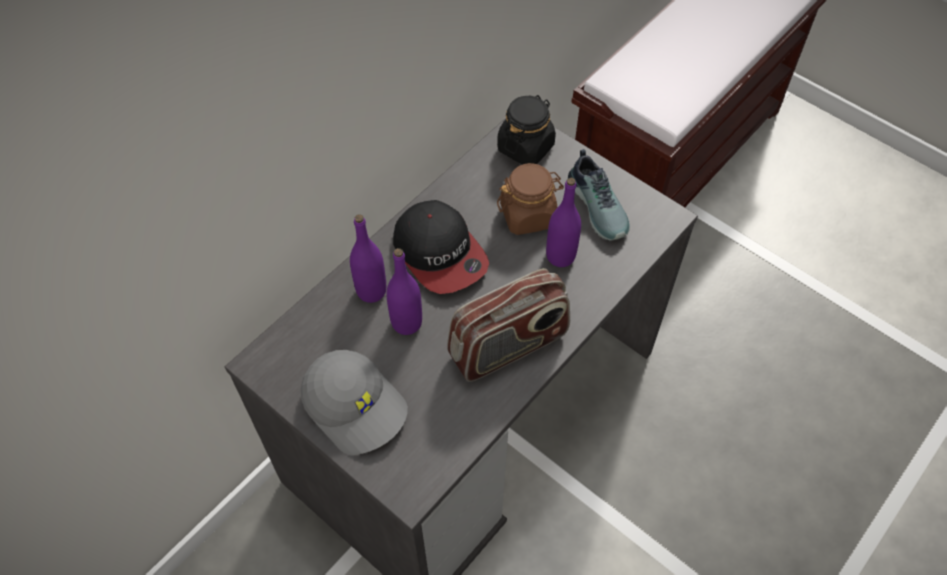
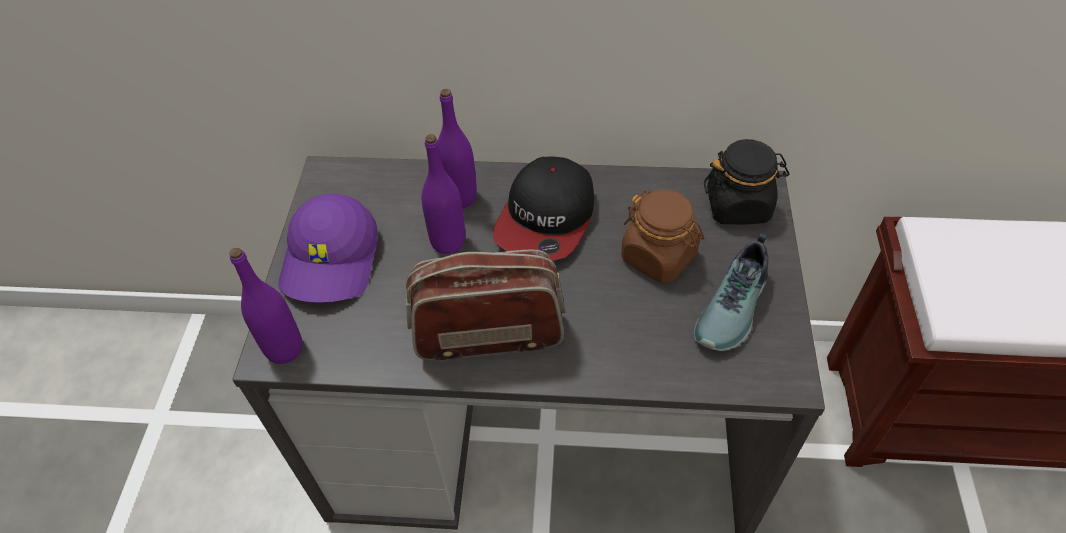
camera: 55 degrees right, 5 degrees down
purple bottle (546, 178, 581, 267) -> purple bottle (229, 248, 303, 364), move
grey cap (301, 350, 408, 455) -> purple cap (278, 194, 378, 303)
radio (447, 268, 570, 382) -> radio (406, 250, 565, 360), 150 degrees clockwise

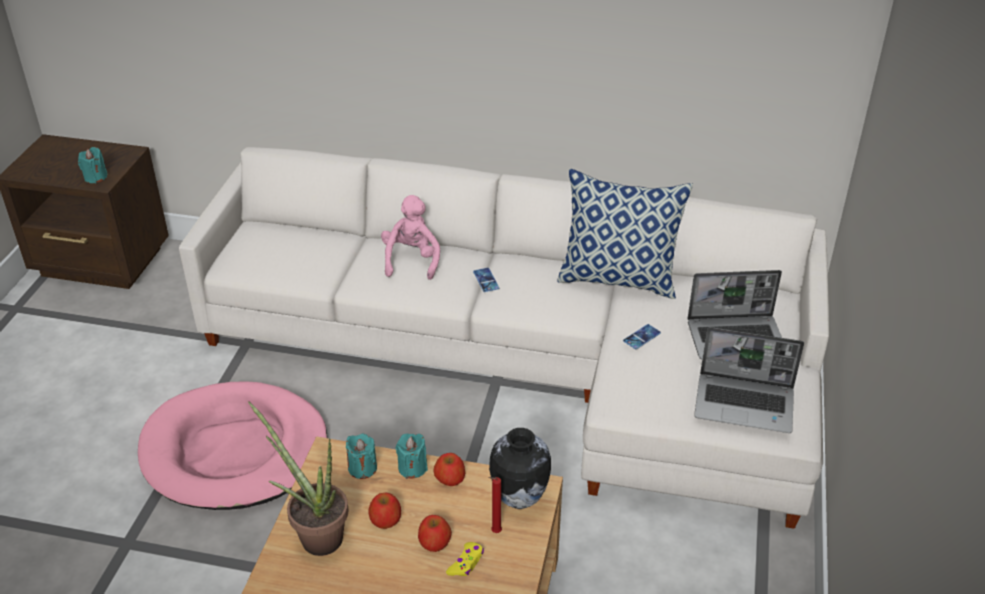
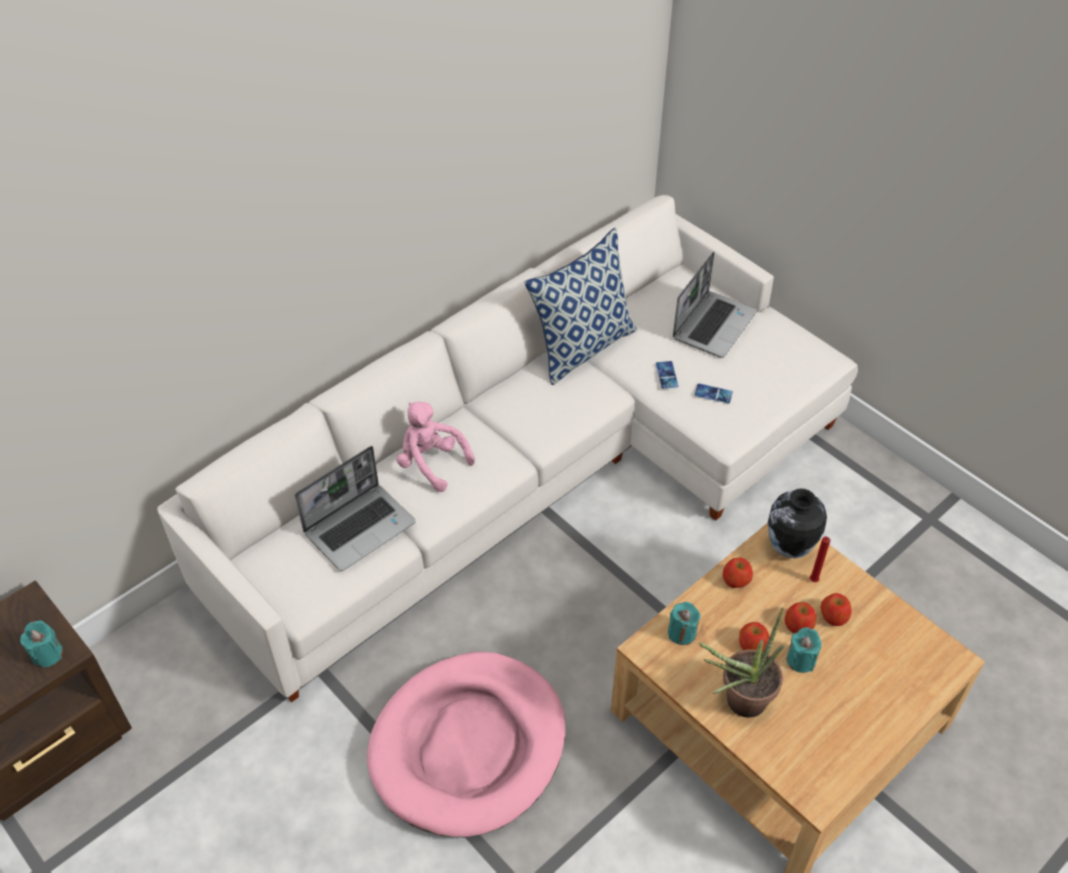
camera: 55 degrees left, 10 degrees up
laptop (694, 327, 804, 433) -> laptop (295, 446, 416, 571), move
phone (473, 268, 499, 292) -> phone (694, 383, 733, 404), move
turquoise candle (396, 433, 428, 479) -> turquoise candle (787, 627, 822, 673), move
yellow game controller (446, 542, 484, 576) -> apple (820, 593, 852, 626)

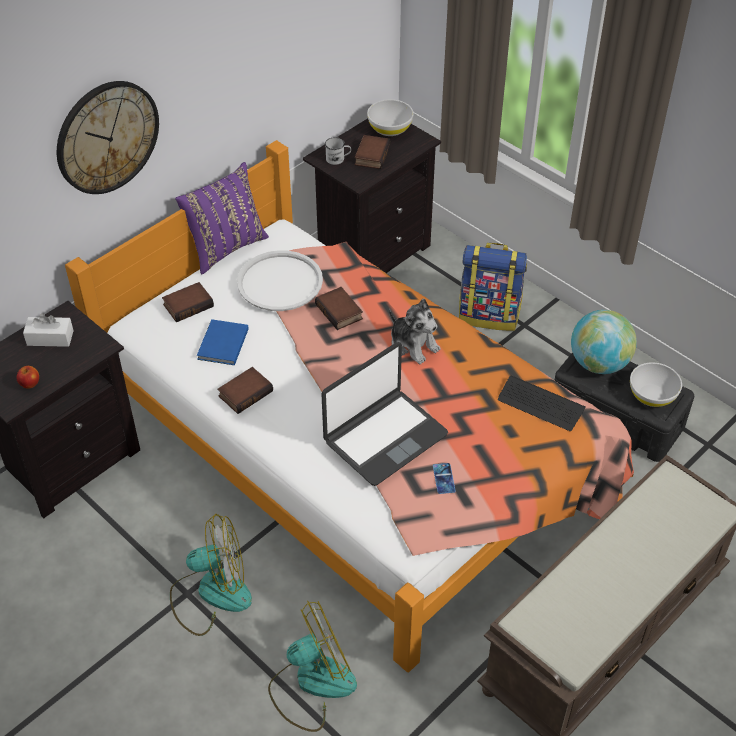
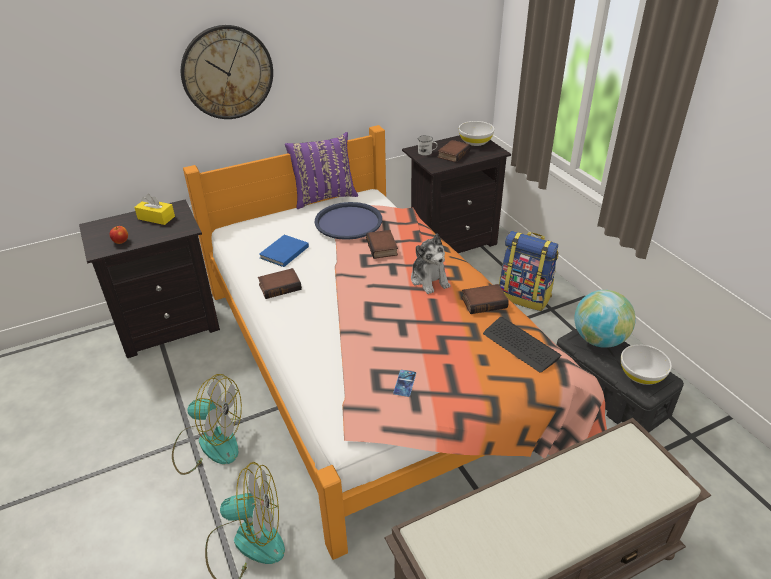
camera: 20 degrees right, 10 degrees down
white tissue box (23, 314, 74, 347) -> yellow tissue box (134, 194, 175, 225)
white tray (237, 250, 323, 311) -> blue tray (315, 202, 382, 240)
book (162, 282, 214, 322) -> book (462, 284, 509, 314), move
laptop (321, 342, 448, 486) -> none

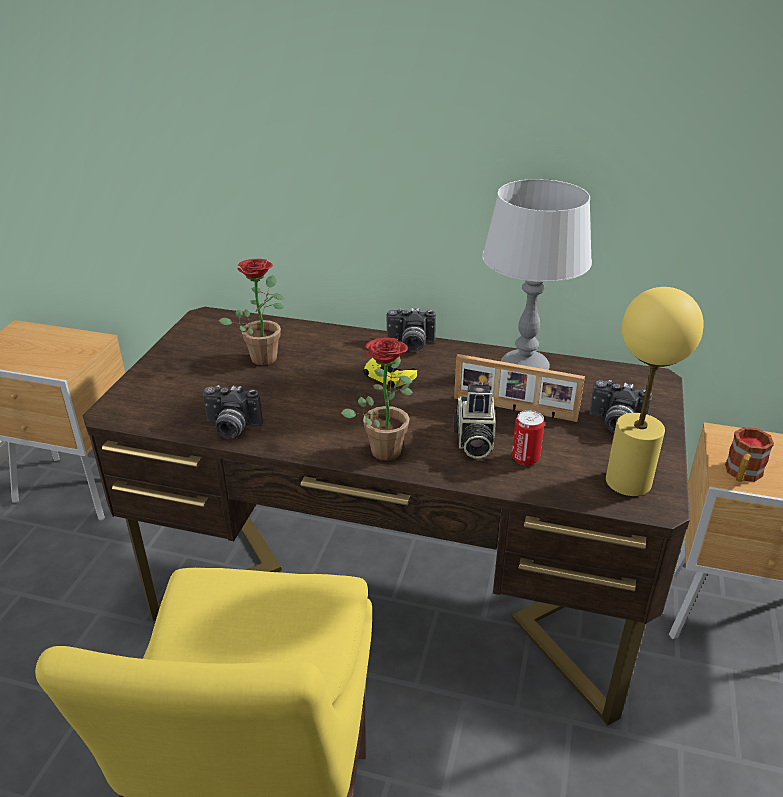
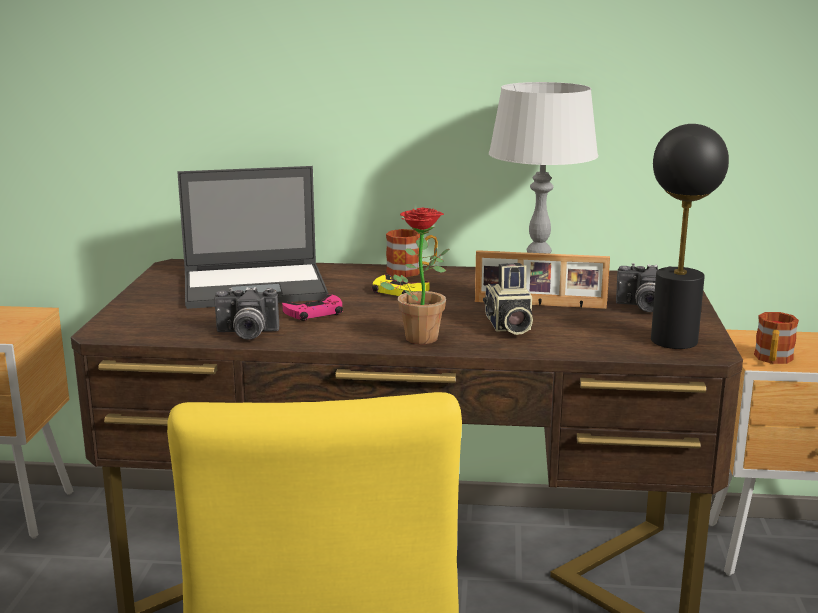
camera: 10 degrees left, 15 degrees down
potted plant (219, 259, 284, 365) -> laptop (177, 166, 329, 309)
none -> pink game controller (282, 295, 343, 321)
photo camera (386, 308, 436, 352) -> mug (386, 229, 438, 277)
yellow table lamp (606, 287, 704, 496) -> black table lamp (651, 124, 729, 349)
can (512, 410, 545, 466) -> none

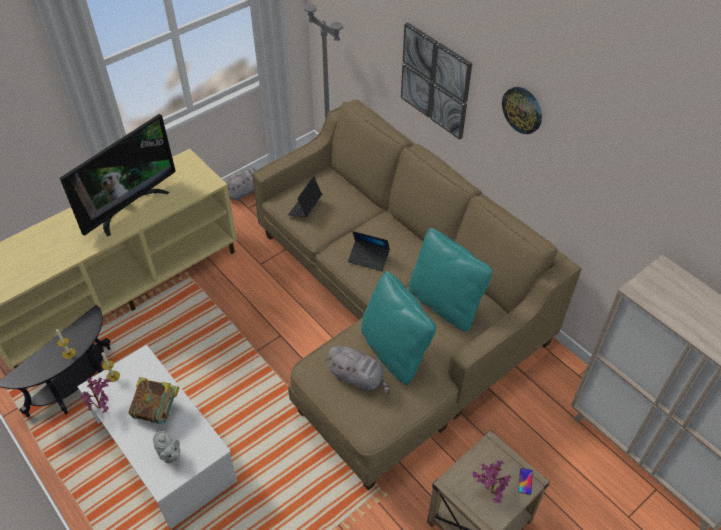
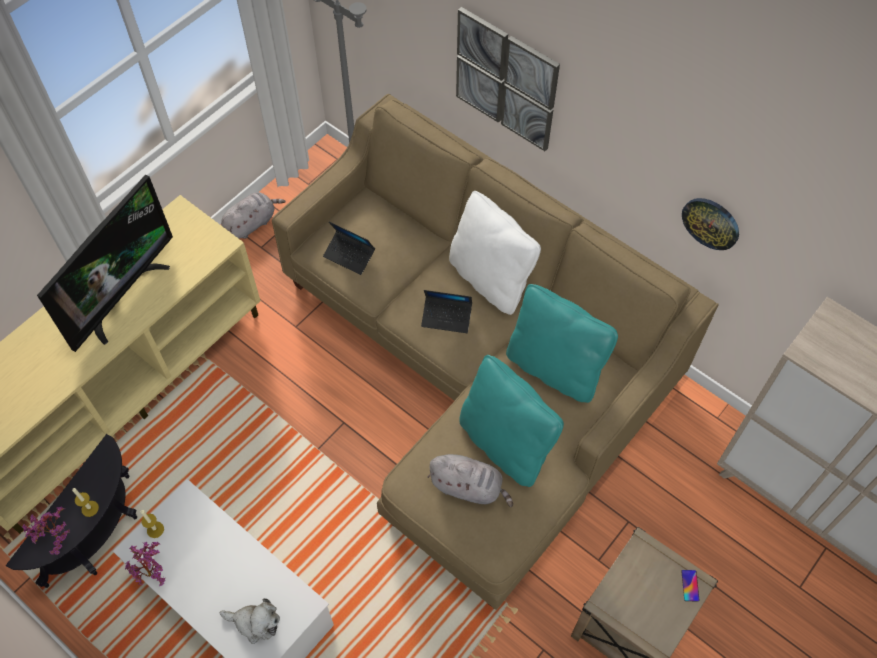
camera: 10 degrees left, 10 degrees up
potted plant (473, 460, 511, 503) -> potted plant (22, 506, 70, 555), move
grey teapot (153, 431, 180, 463) -> plush toy (220, 598, 280, 644)
laptop (288, 176, 322, 217) -> laptop (323, 222, 375, 275), 75 degrees counterclockwise
none -> white pillow (449, 191, 541, 315)
wall clock (502, 87, 542, 134) -> wall clock (682, 198, 739, 250), move
book (129, 377, 180, 424) -> none

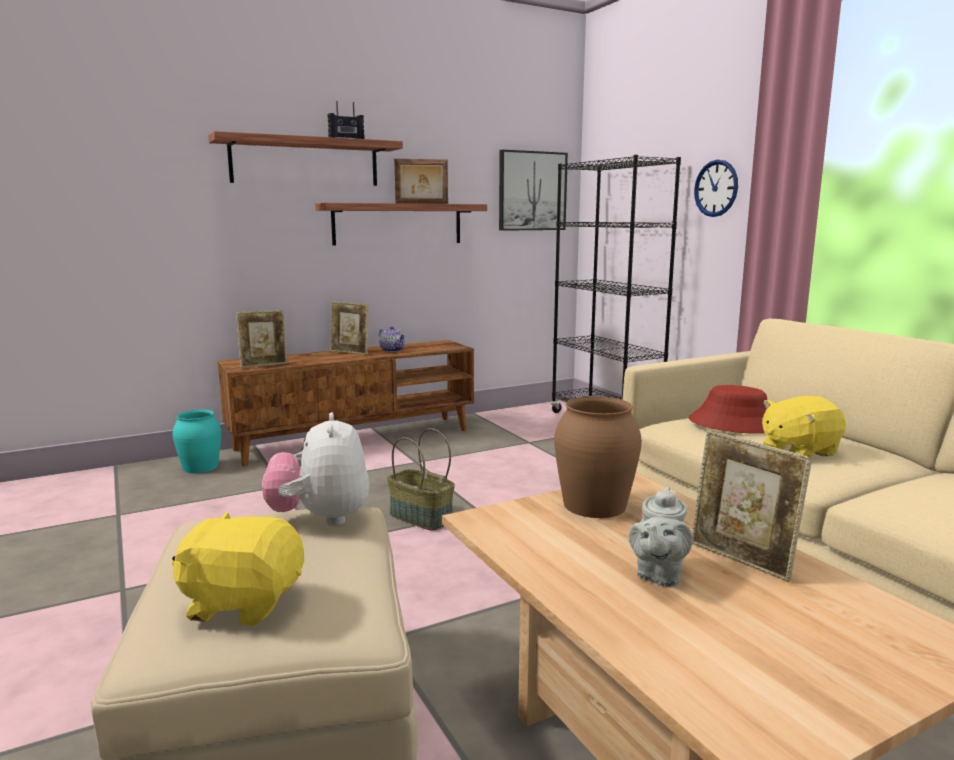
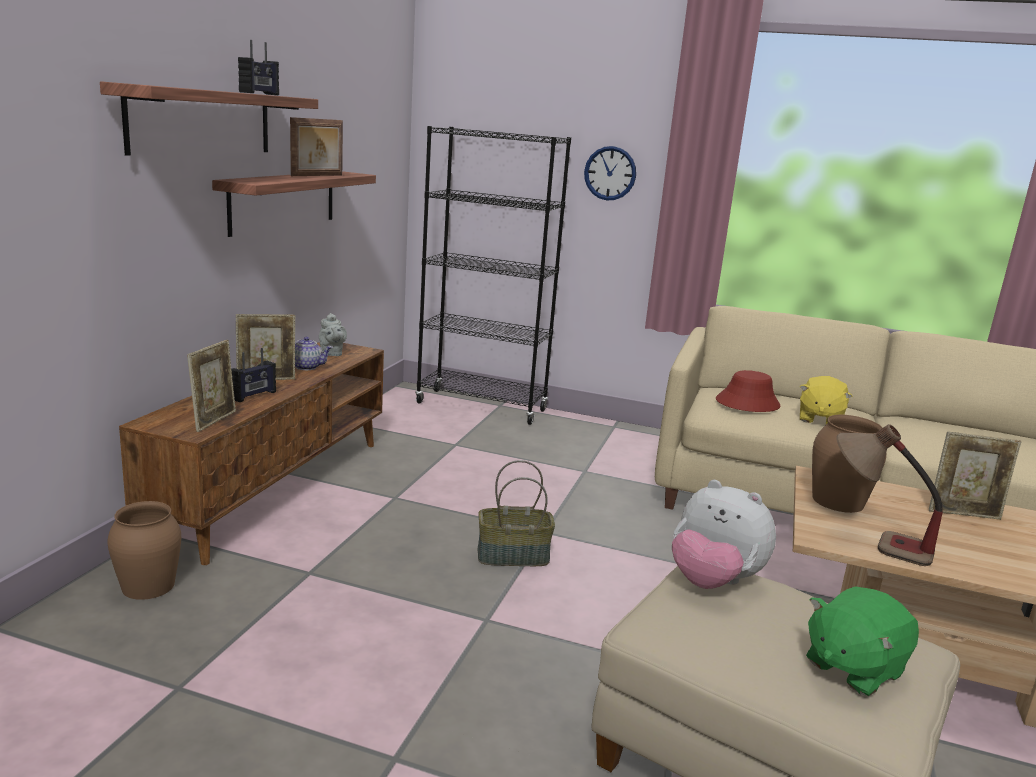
camera: 45 degrees left, 5 degrees up
turquoise vase (172, 409, 221, 473) -> brown vase (107, 501, 181, 600)
none -> radio (231, 348, 276, 402)
grey teapot (629, 486, 693, 587) -> grey teapot (319, 313, 347, 356), move
yellow plush toy (172, 511, 304, 626) -> green plush toy (806, 587, 919, 696)
none -> table lamp (837, 424, 943, 566)
picture (499, 150, 568, 231) -> none

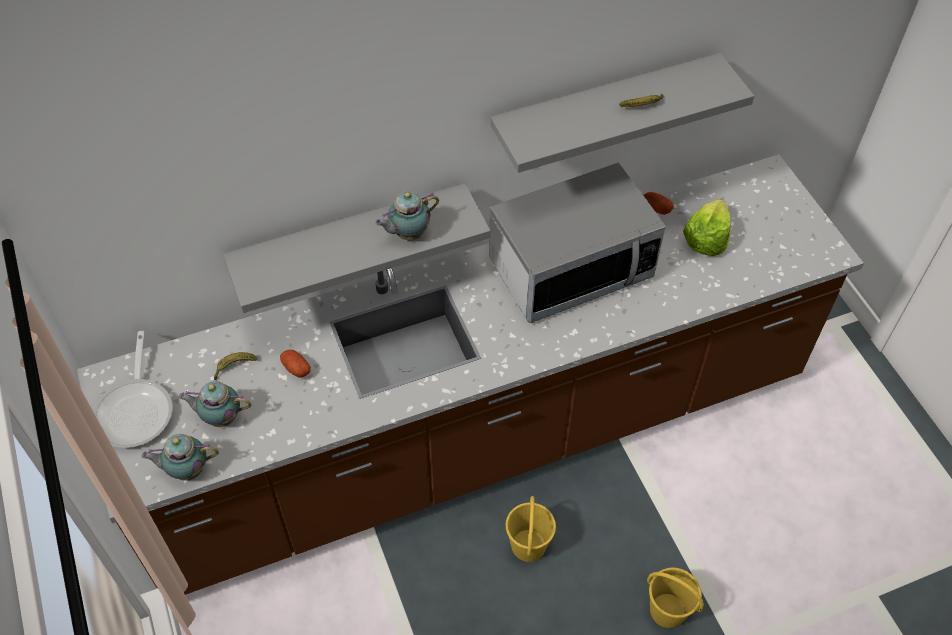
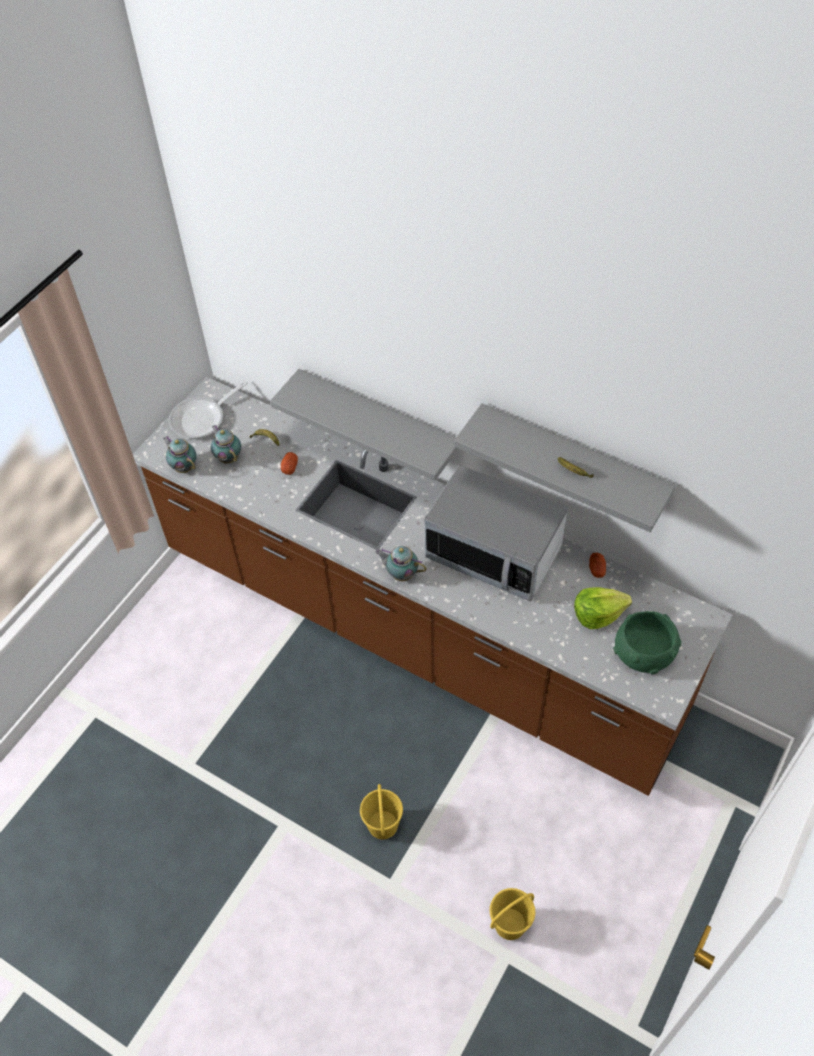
camera: 55 degrees right, 0 degrees up
teapot (375, 191, 439, 240) -> teapot (375, 546, 427, 581), move
yellow bucket (506, 496, 556, 562) -> yellow bucket (490, 888, 536, 940), move
none -> green bowl (613, 611, 681, 675)

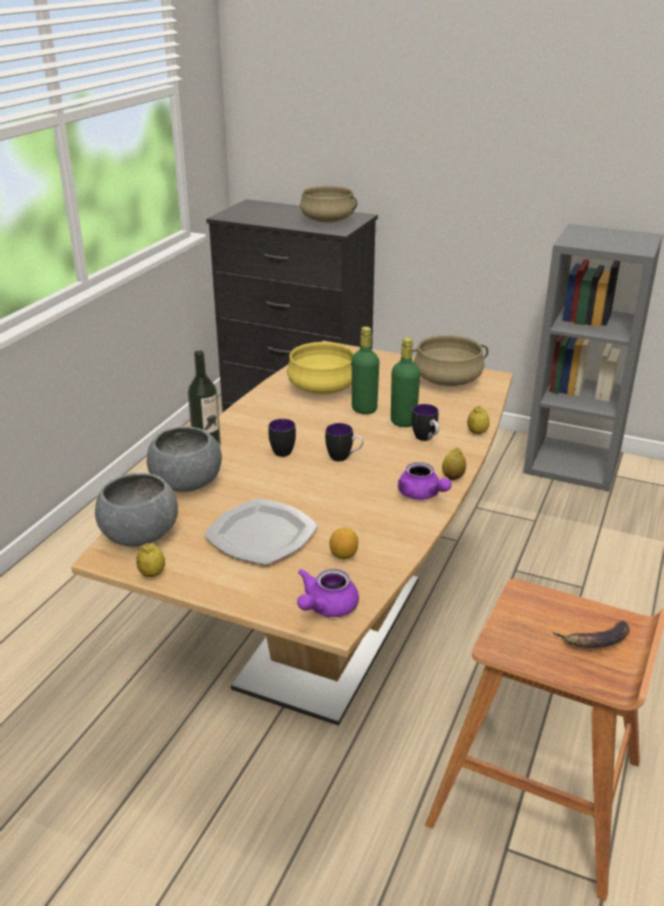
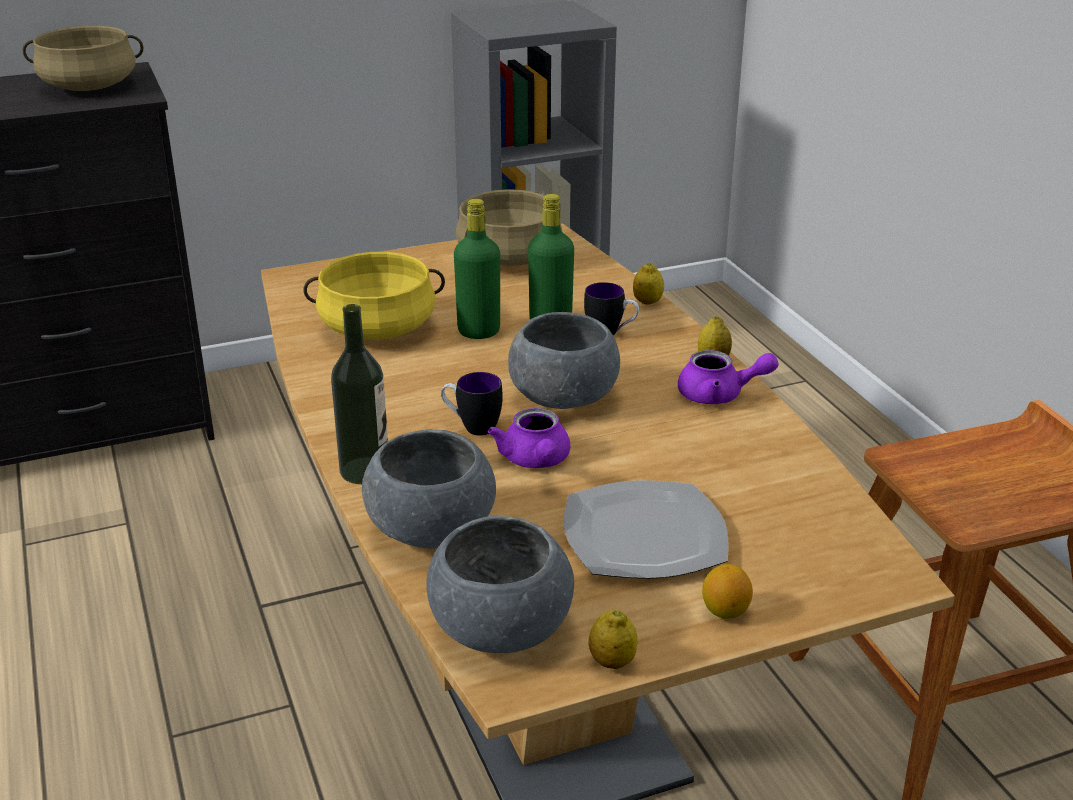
camera: 45 degrees left, 0 degrees up
purple teapot (297, 569, 359, 617) -> purple teapot (488, 408, 570, 468), move
mug (325, 423, 363, 461) -> grey bowl (508, 312, 620, 409)
lemon (330, 528, 358, 559) -> lemon (702, 564, 753, 619), move
banana (553, 621, 630, 648) -> none

